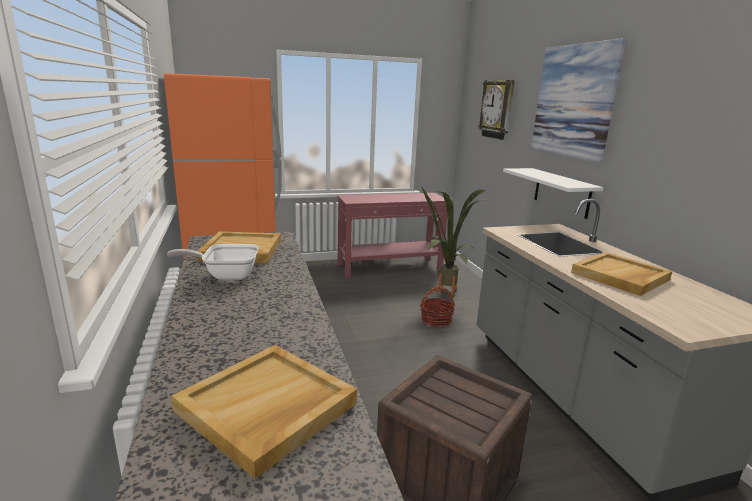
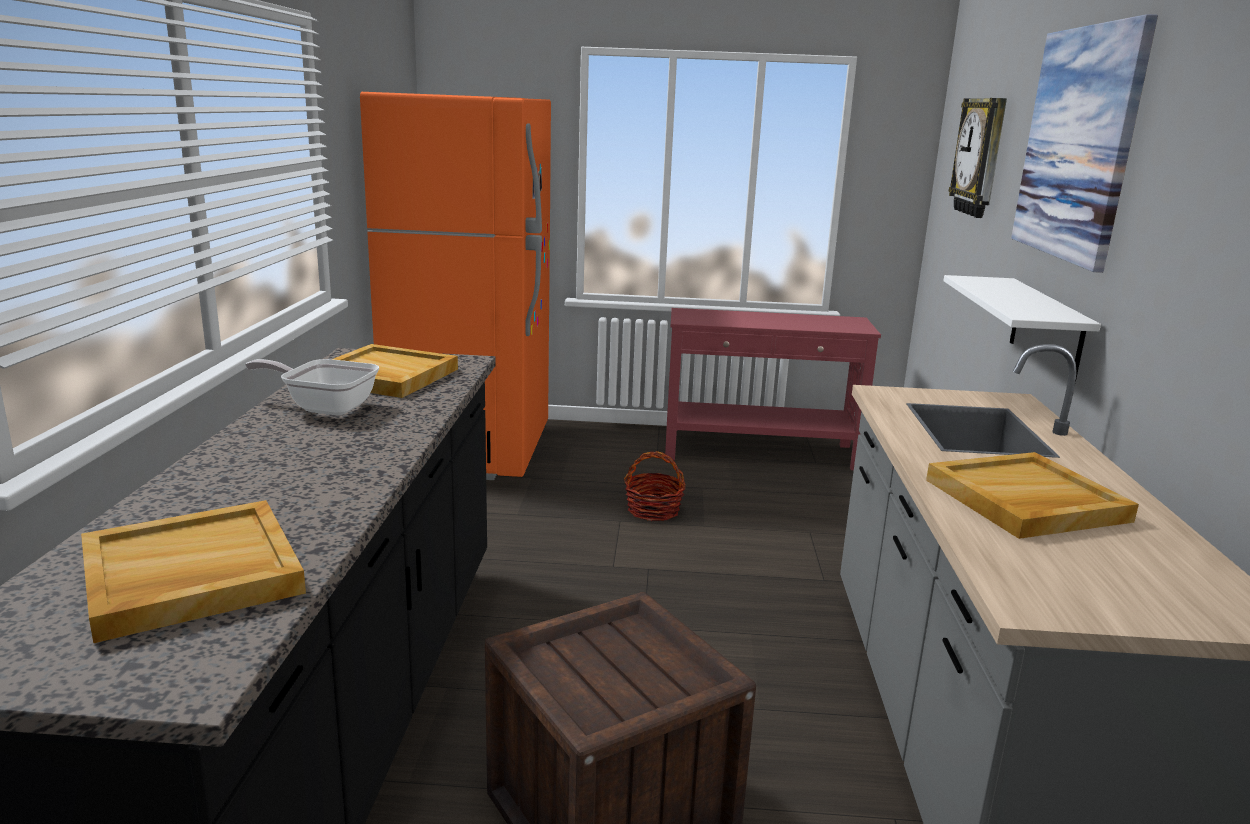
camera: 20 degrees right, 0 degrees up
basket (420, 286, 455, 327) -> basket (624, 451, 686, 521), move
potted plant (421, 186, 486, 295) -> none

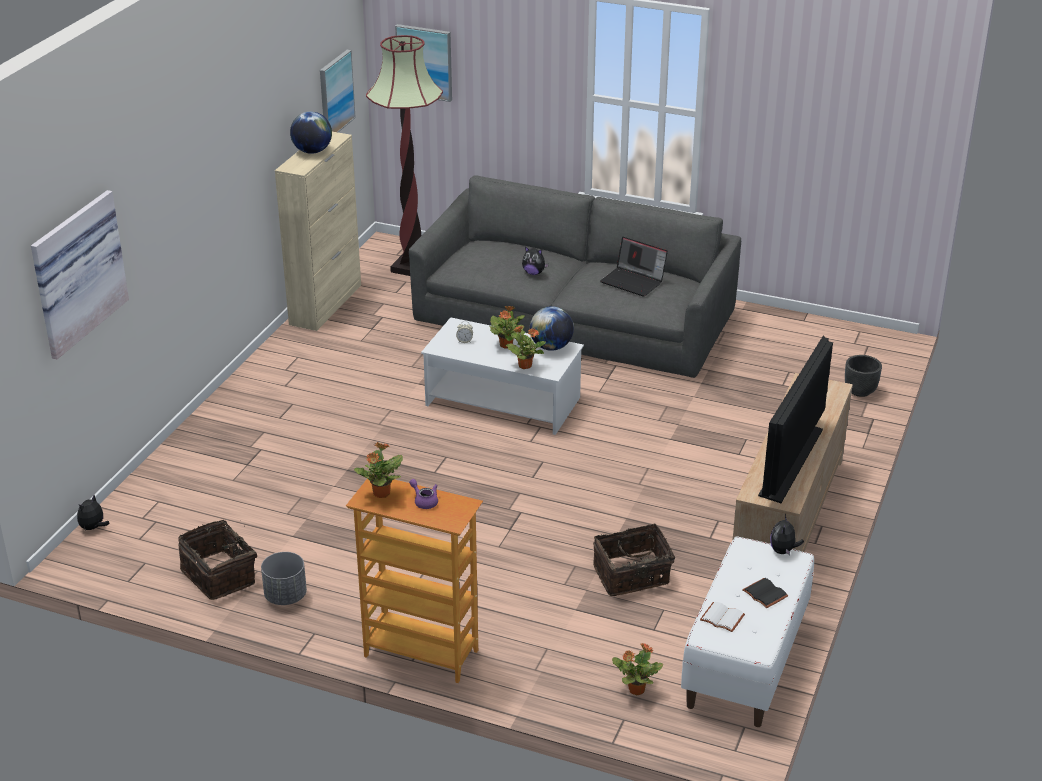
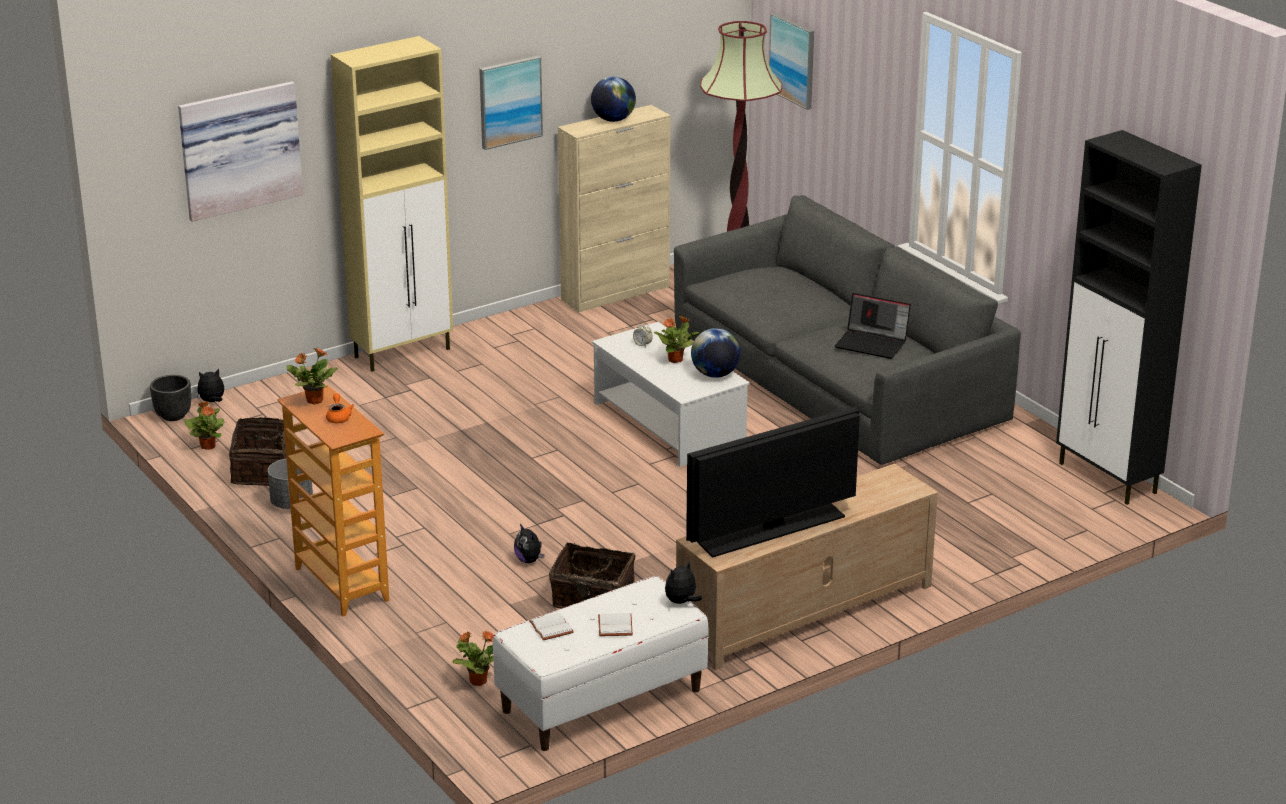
camera: 35 degrees right, 5 degrees down
black planter (845, 355, 882, 397) -> black planter (150, 375, 191, 421), move
potted plant (505, 325, 546, 369) -> potted plant (184, 401, 224, 450), move
purple teapot (409, 479, 438, 509) -> orange teapot (326, 393, 354, 423)
none -> beige cabinet (331, 36, 453, 371)
picture (320, 50, 356, 132) -> picture (479, 56, 543, 150), move
plush toy (522, 247, 549, 275) -> plush toy (514, 524, 544, 563), move
black book (742, 578, 788, 608) -> white book (598, 613, 633, 636)
laptop (600, 237, 668, 297) -> laptop (835, 293, 911, 359), 45 degrees counterclockwise
none -> black cabinet (1056, 130, 1202, 505)

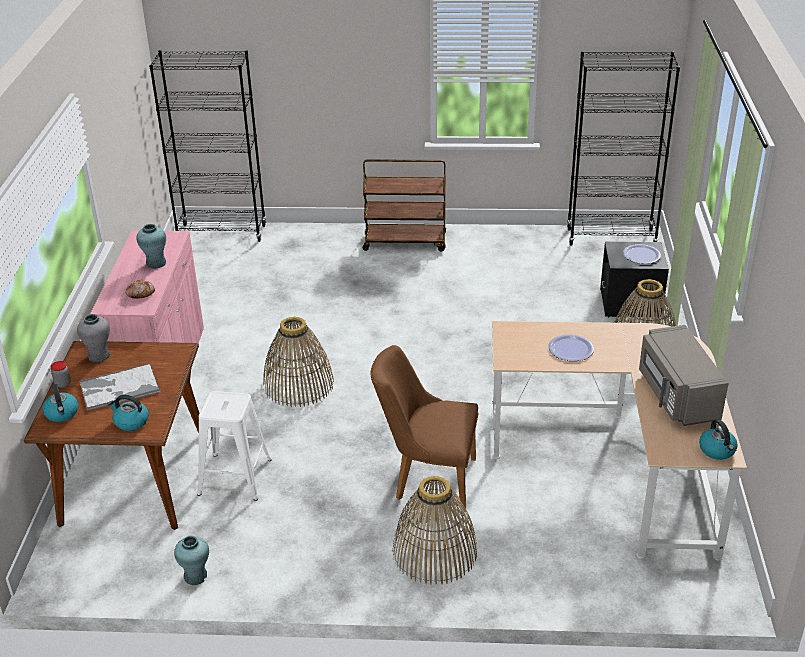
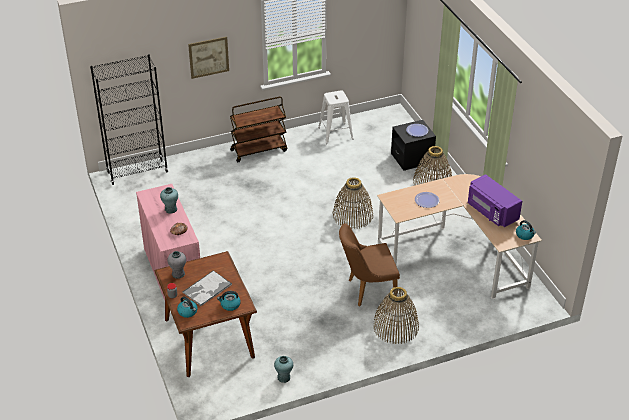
camera: 25 degrees left, 5 degrees up
none -> picture (188, 36, 229, 79)
white stool (197, 391, 272, 501) -> white stool (318, 91, 354, 144), move
basket (263, 317, 334, 407) -> basket (333, 177, 373, 229), move
grey microwave (639, 325, 729, 426) -> purple microwave (468, 174, 522, 227)
black bookcase (567, 51, 680, 246) -> none

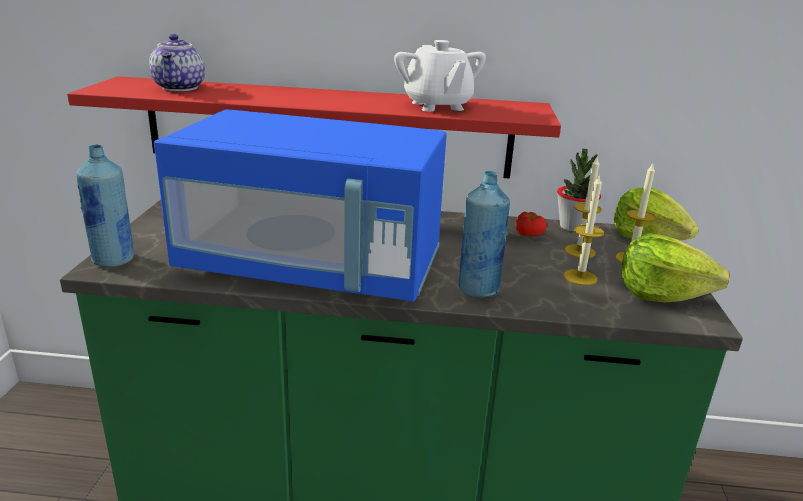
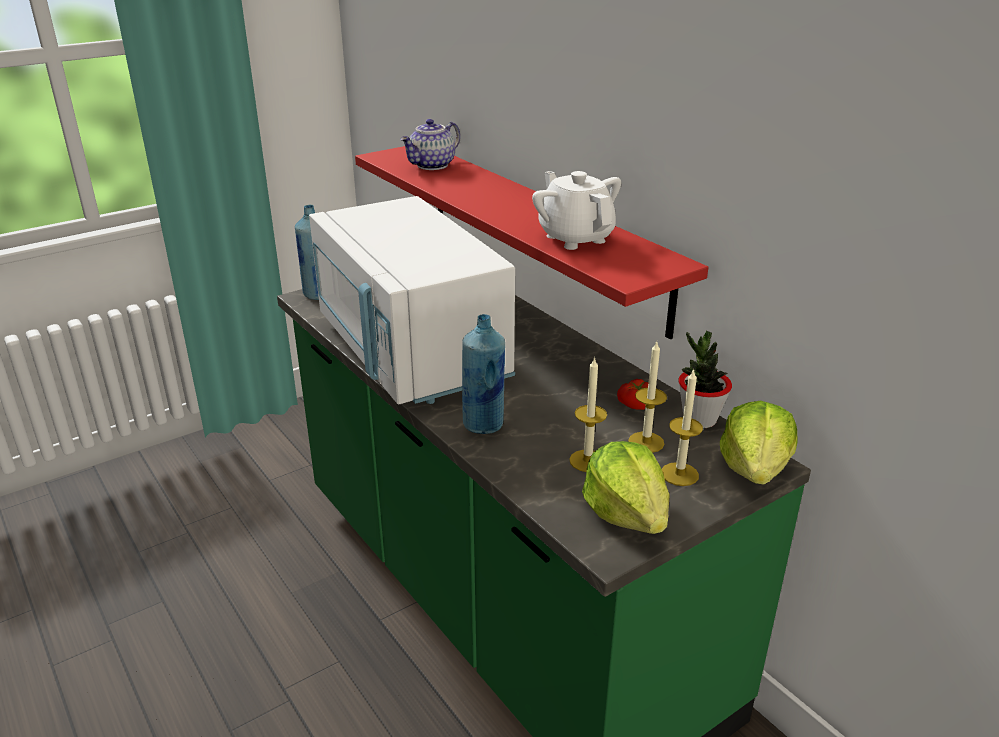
camera: 50 degrees right, 5 degrees up
blue microwave (154, 109, 447, 302) -> white microwave (309, 196, 515, 405)
white teapot (394, 40, 486, 112) -> white teapot (532, 171, 621, 250), 120 degrees clockwise

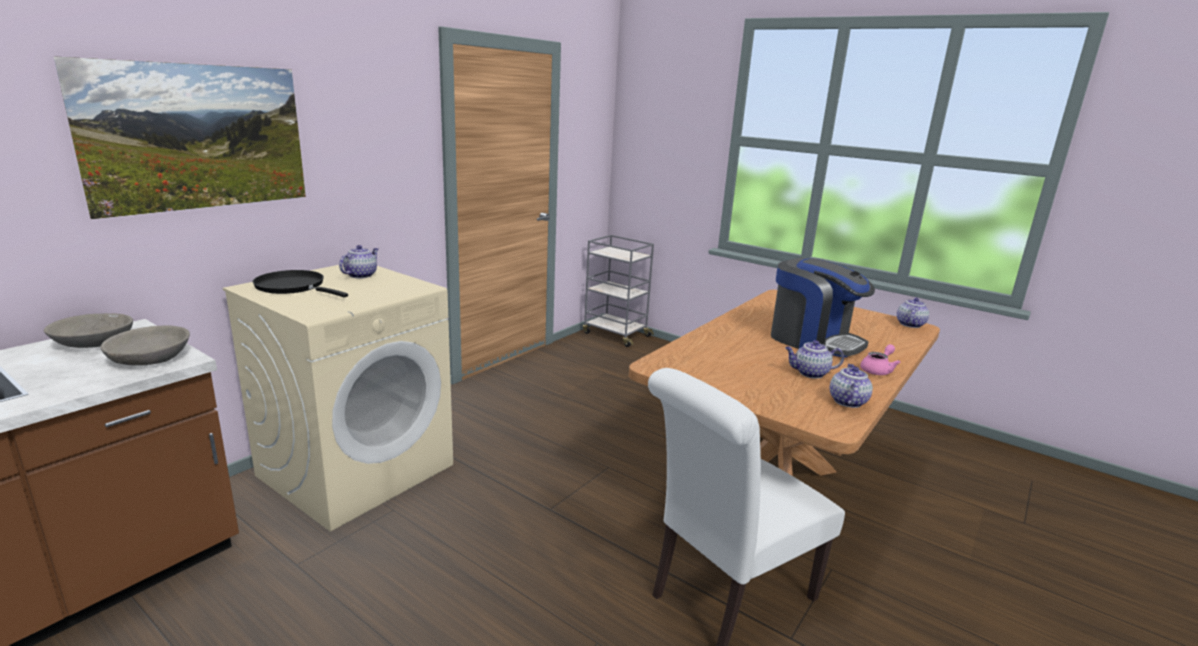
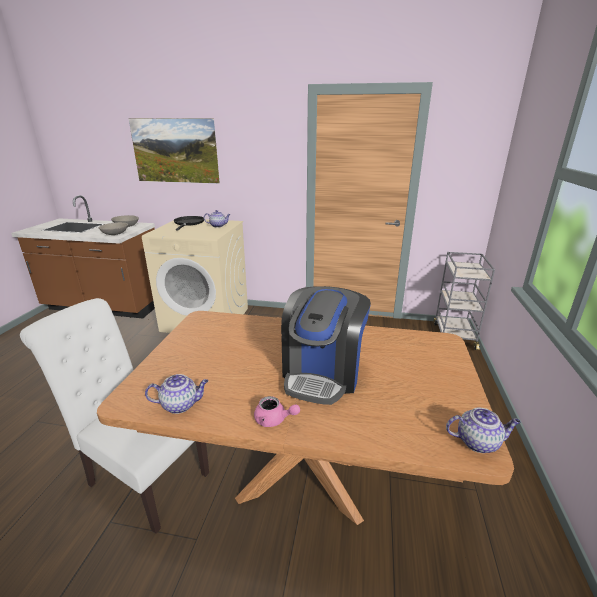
camera: 65 degrees right, 5 degrees up
teapot (785, 340, 844, 379) -> none

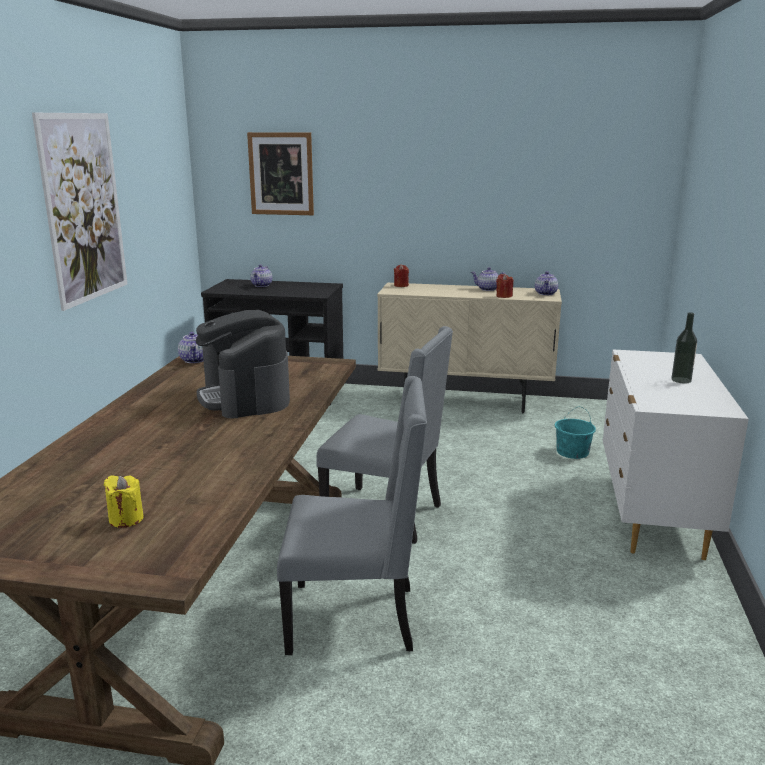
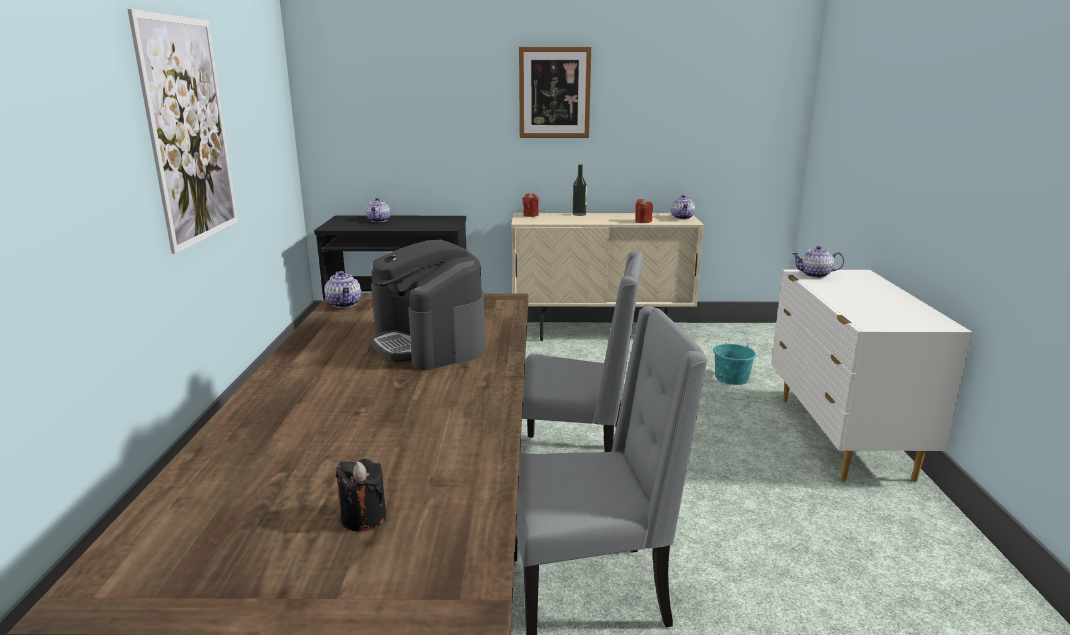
camera: 10 degrees left, 0 degrees up
yellow candle (104, 475, 144, 528) -> black candle (336, 459, 386, 531)
picture (247, 132, 314, 215) -> picture (519, 47, 591, 138), move
bottle (671, 312, 697, 383) -> bottle (573, 164, 587, 216), move
teapot (471, 267, 505, 291) -> teapot (792, 246, 845, 278), move

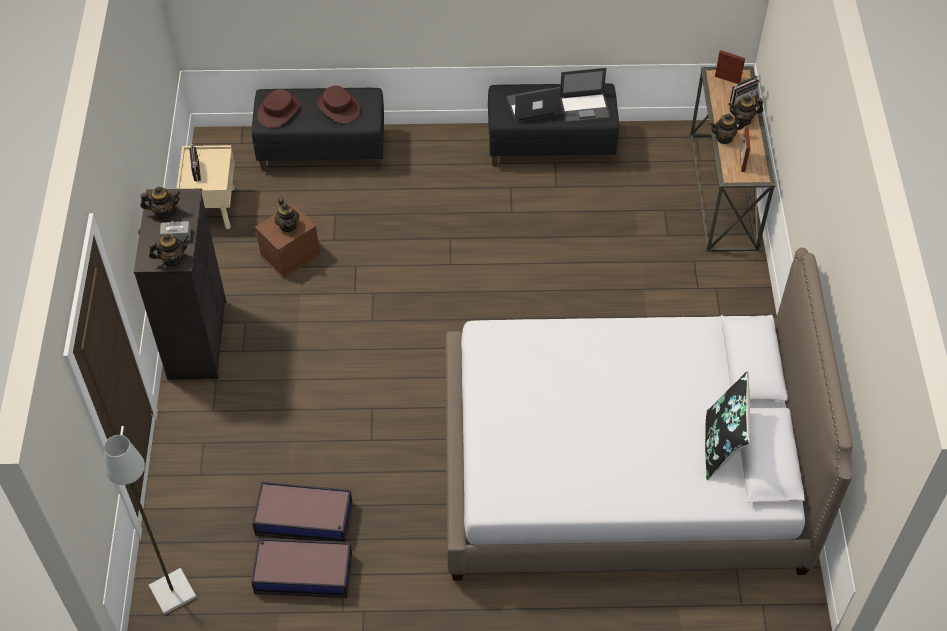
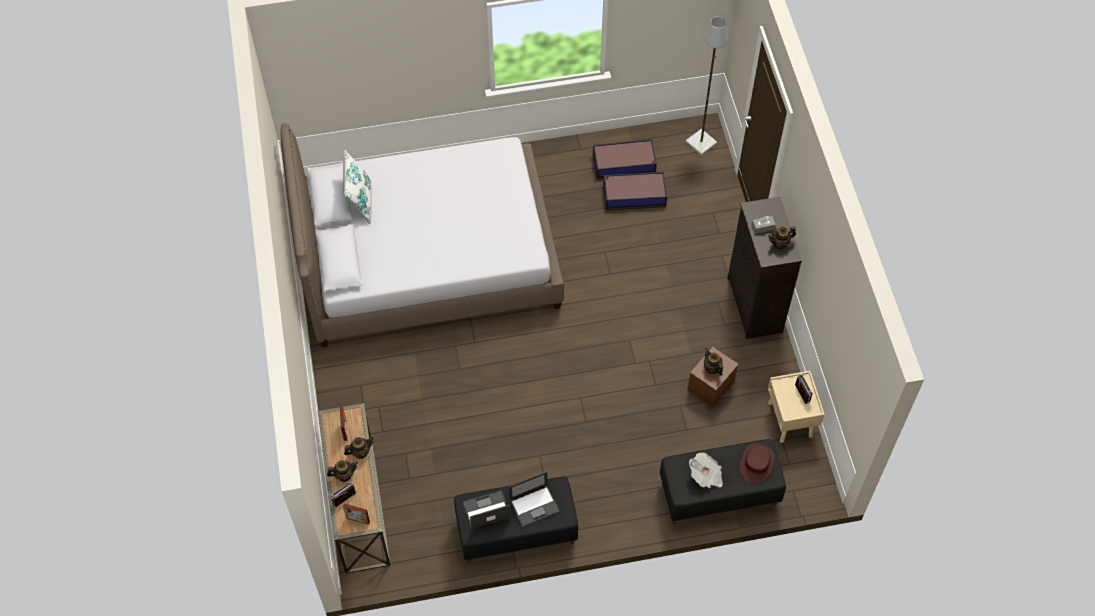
camera: 170 degrees right, 5 degrees up
black pillow (705, 371, 750, 480) -> white pillow (343, 150, 372, 224)
brown hat (317, 86, 360, 124) -> newspaper (689, 452, 723, 488)
teapot (149, 234, 189, 266) -> none

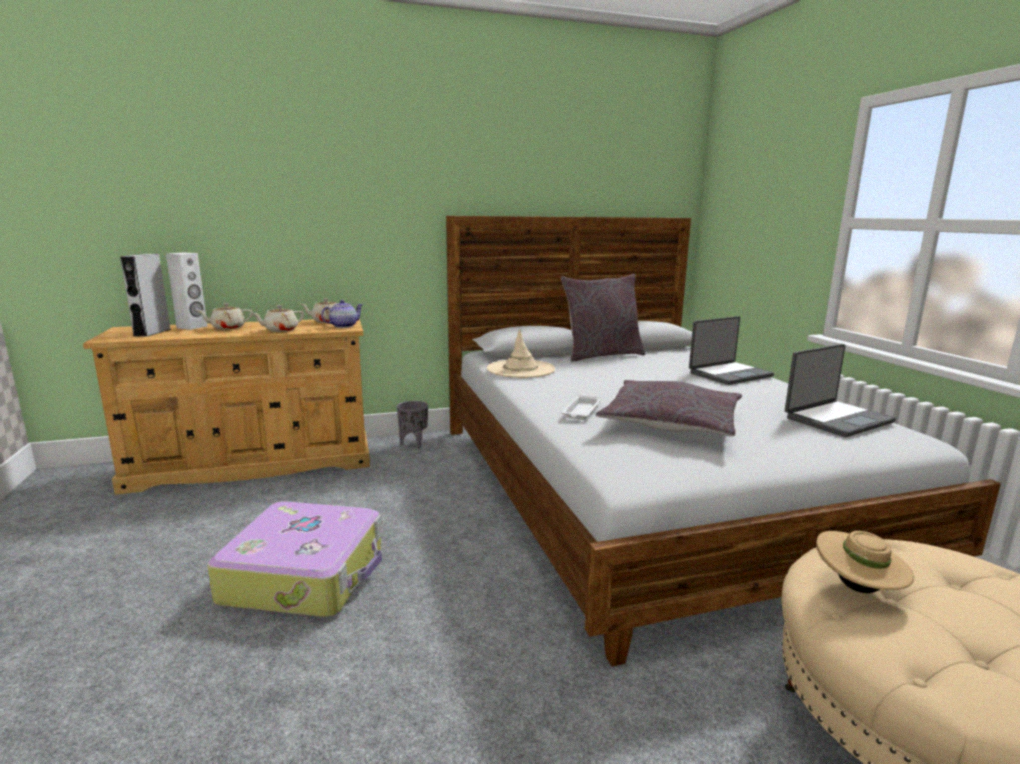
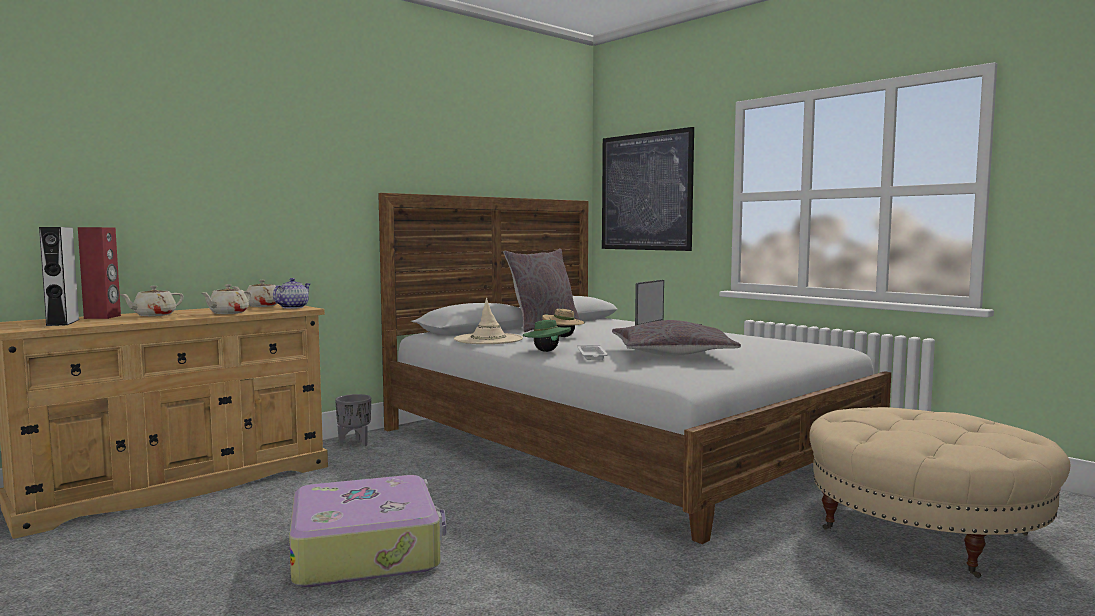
camera: 25 degrees left, 10 degrees down
white speaker (166, 253, 207, 330) -> red speaker (78, 227, 121, 319)
none -> green hat (523, 318, 571, 352)
beige hat (816, 531, 914, 593) -> beige hat (542, 309, 585, 337), move
none -> picture (602, 127, 694, 251)
laptop (785, 344, 896, 437) -> none

